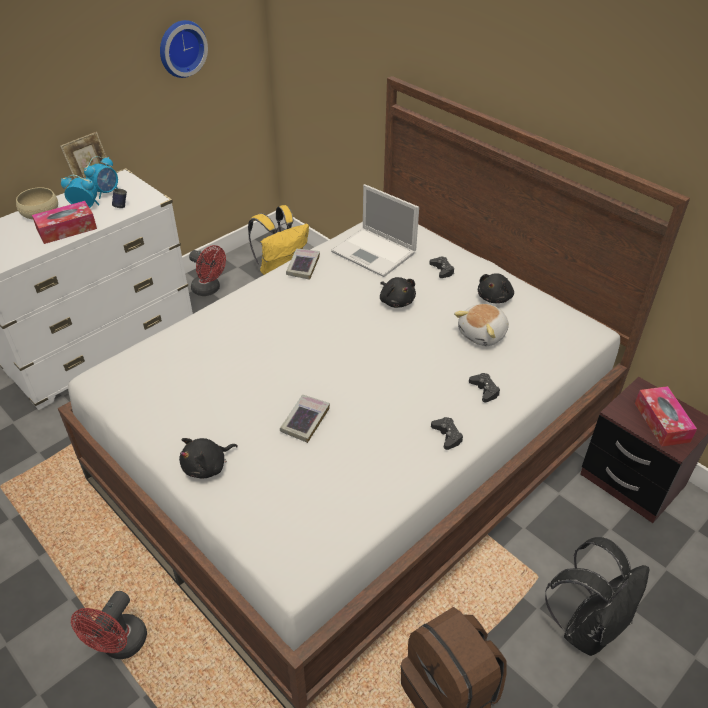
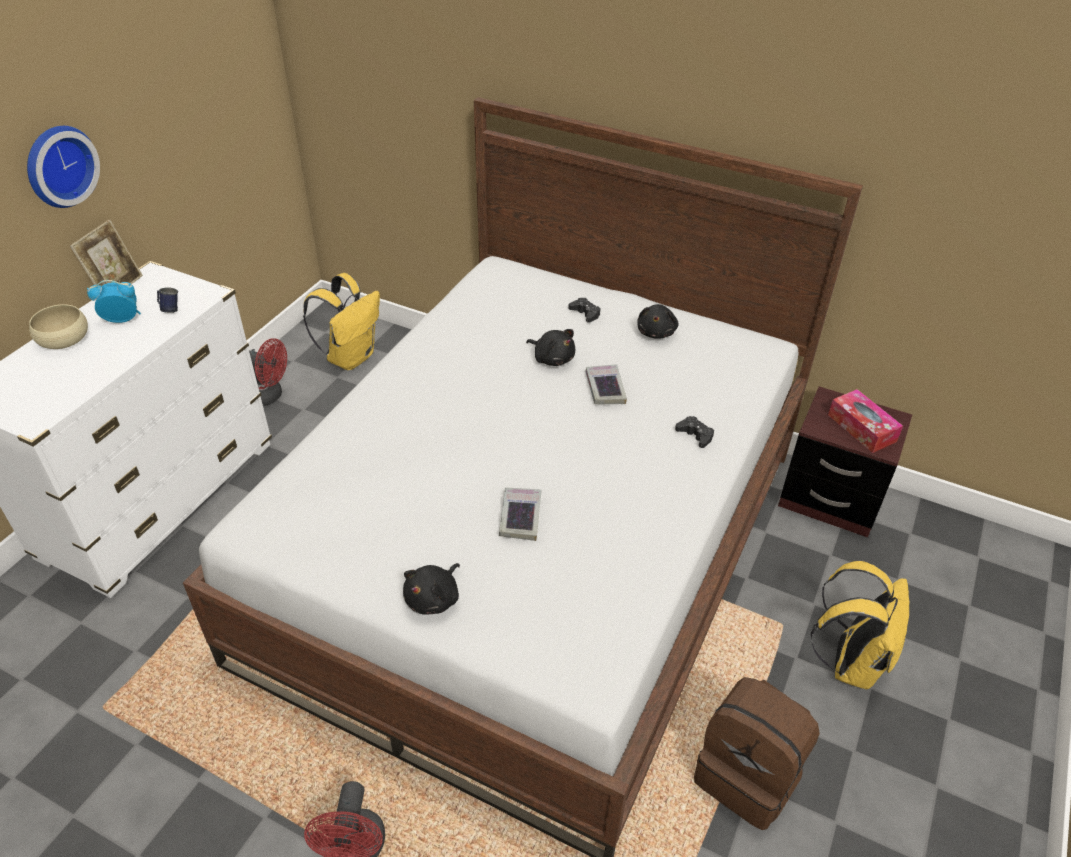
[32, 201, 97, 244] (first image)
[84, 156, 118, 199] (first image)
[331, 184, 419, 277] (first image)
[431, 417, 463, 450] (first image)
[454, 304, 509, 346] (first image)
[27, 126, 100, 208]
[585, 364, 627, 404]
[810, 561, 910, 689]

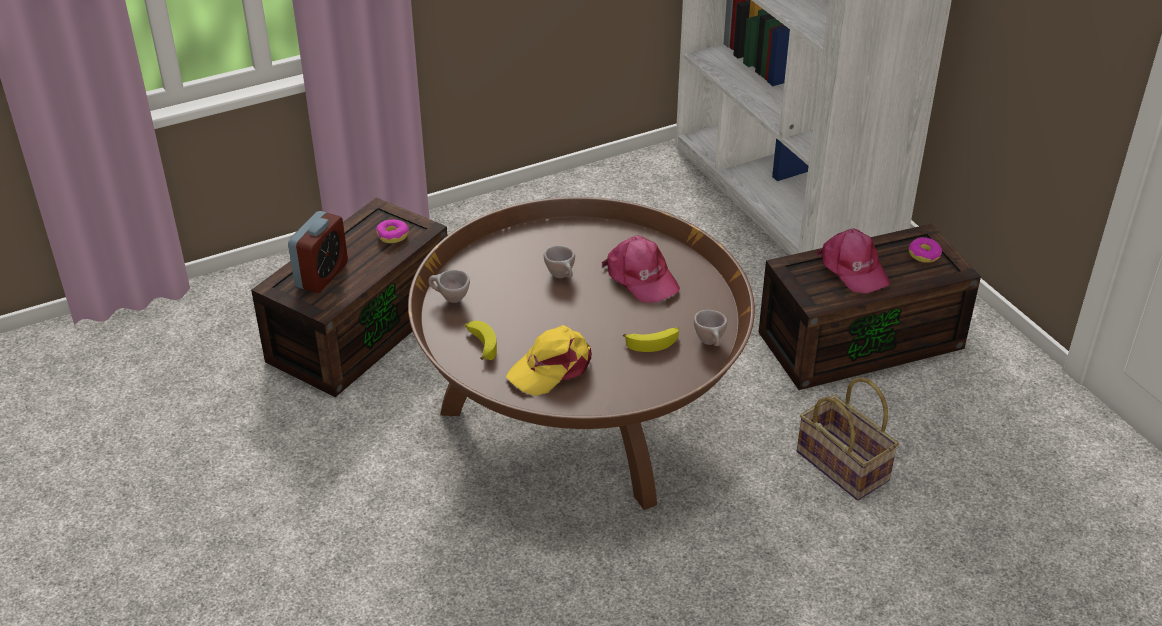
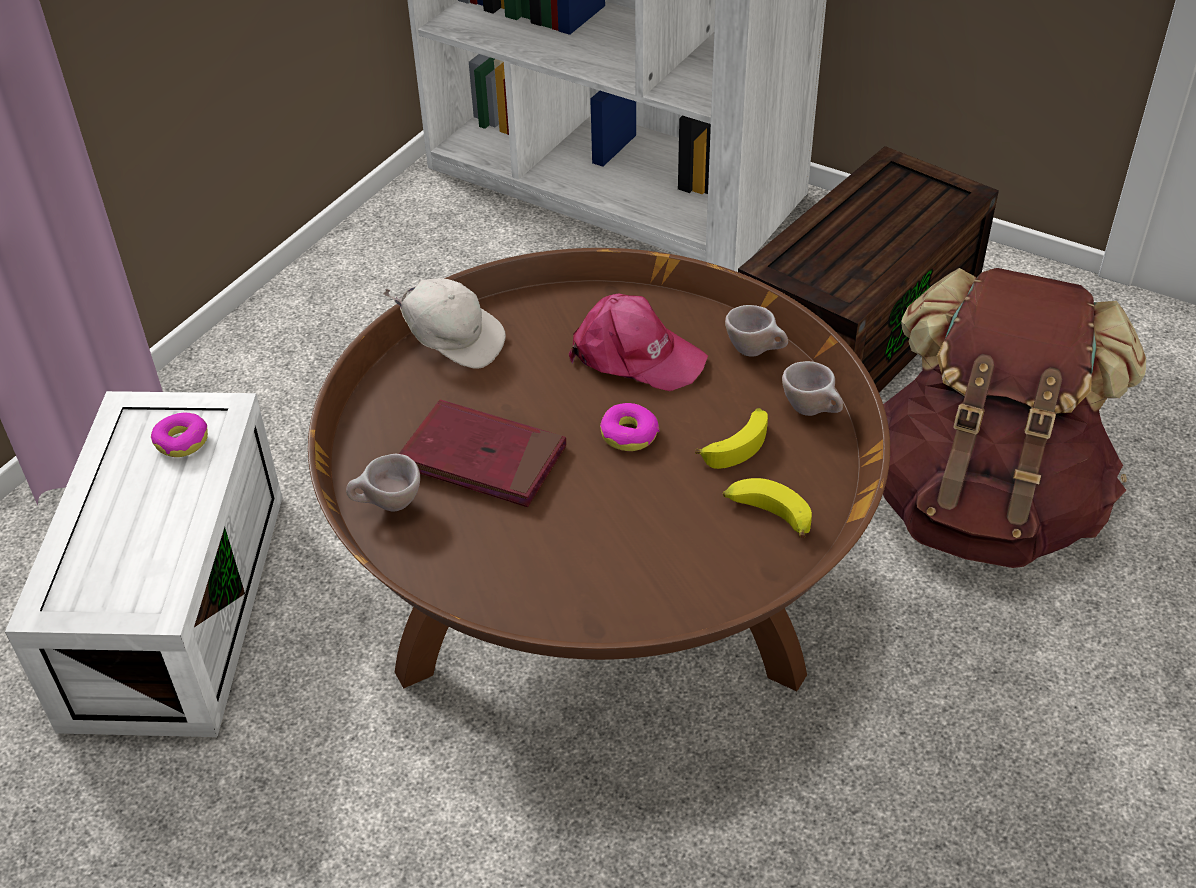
[288, 211, 348, 293] (first image)
[506, 325, 592, 396] (first image)
[817, 228, 890, 293] (first image)
[383, 279, 506, 369]
[399, 400, 566, 507]
[723, 478, 812, 538]
[725, 305, 788, 356]
[600, 403, 659, 451]
[883, 268, 1146, 568]
[5, 391, 283, 737]

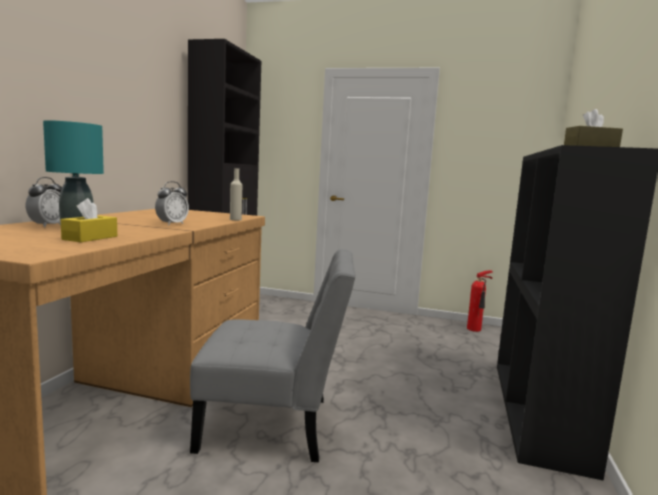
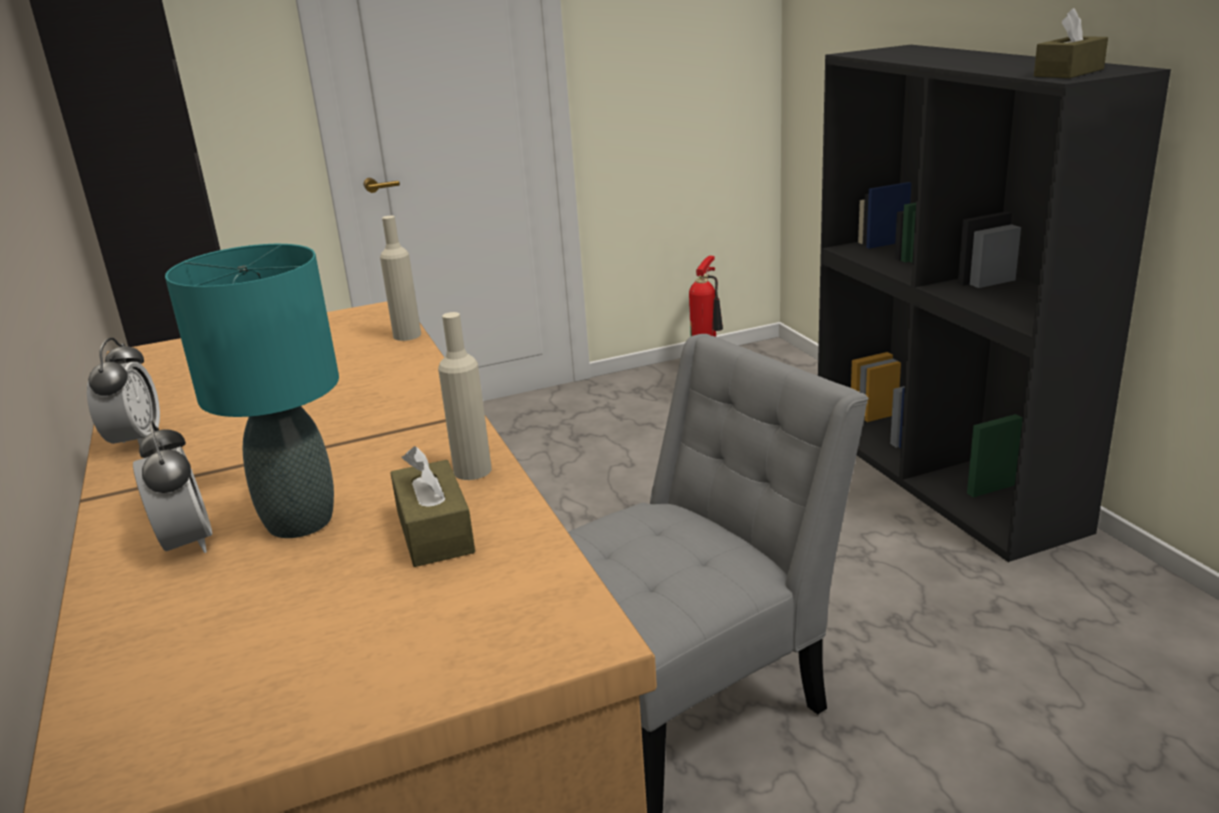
[438, 312, 492, 480]
[87, 338, 160, 446]
[390, 446, 475, 567]

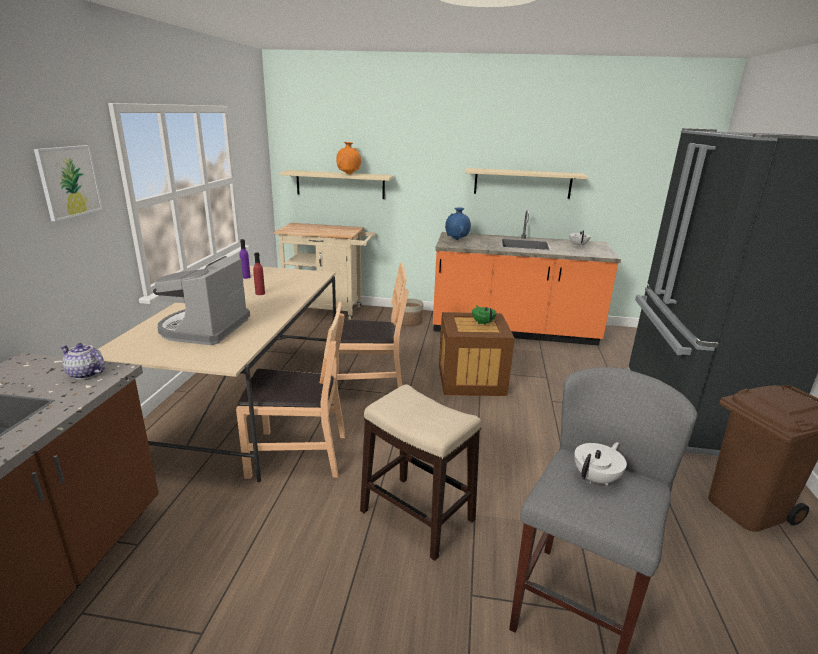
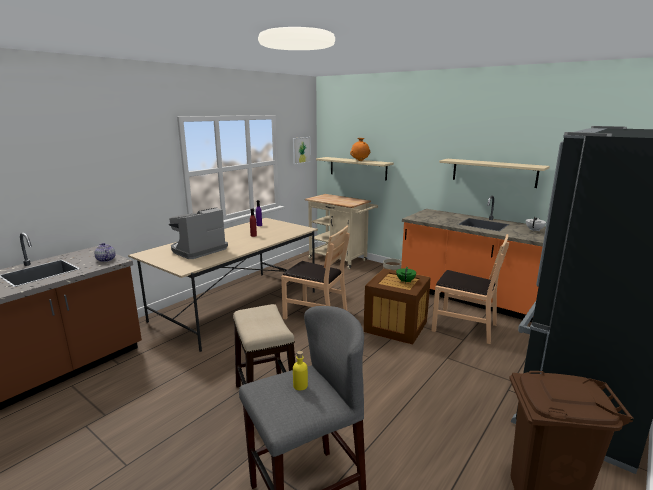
[445, 207, 471, 240] (first image)
[293, 137, 311, 164]
[431, 234, 509, 344]
[293, 351, 308, 390]

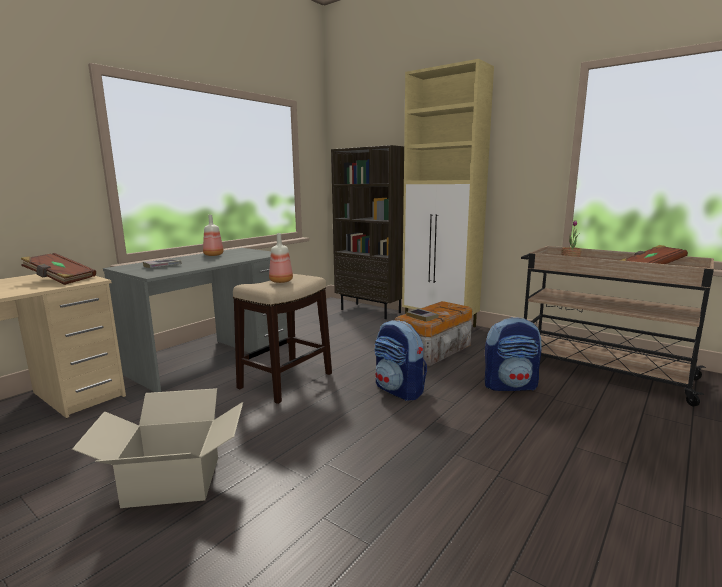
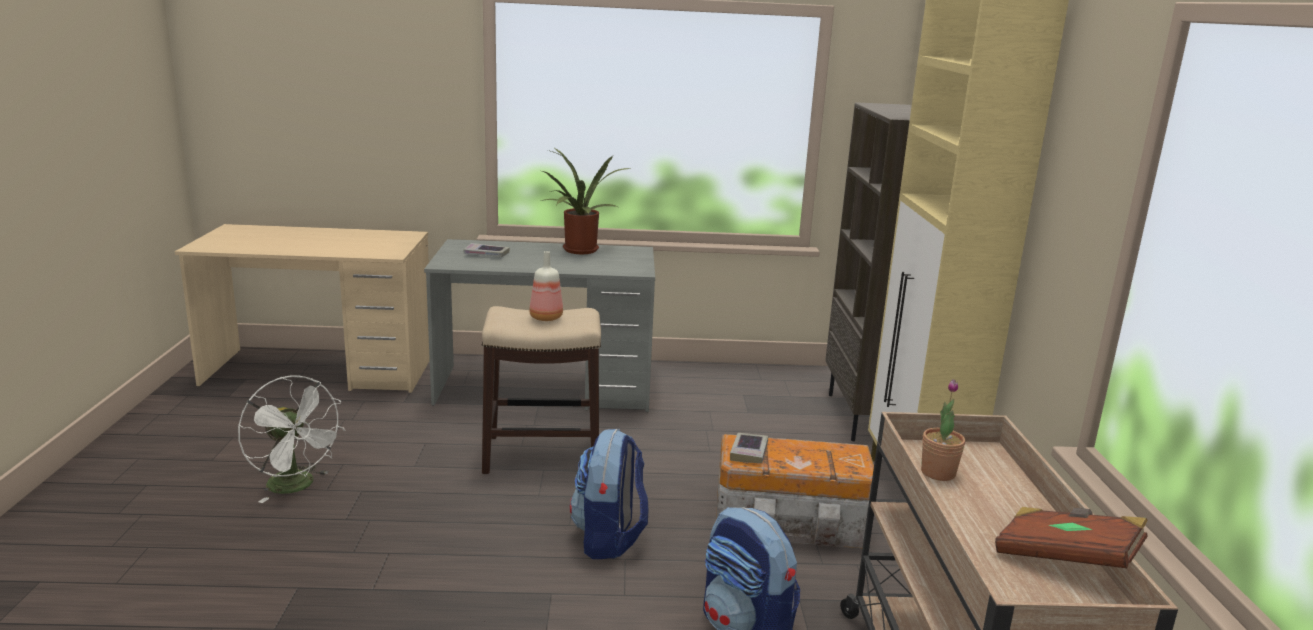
[21, 253, 96, 285] (first image)
[238, 376, 345, 503]
[541, 148, 633, 254]

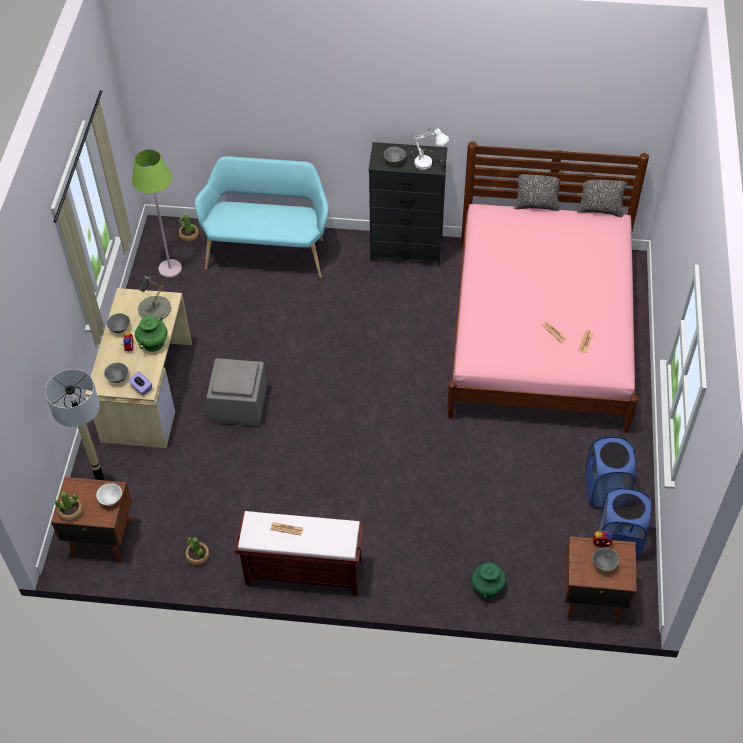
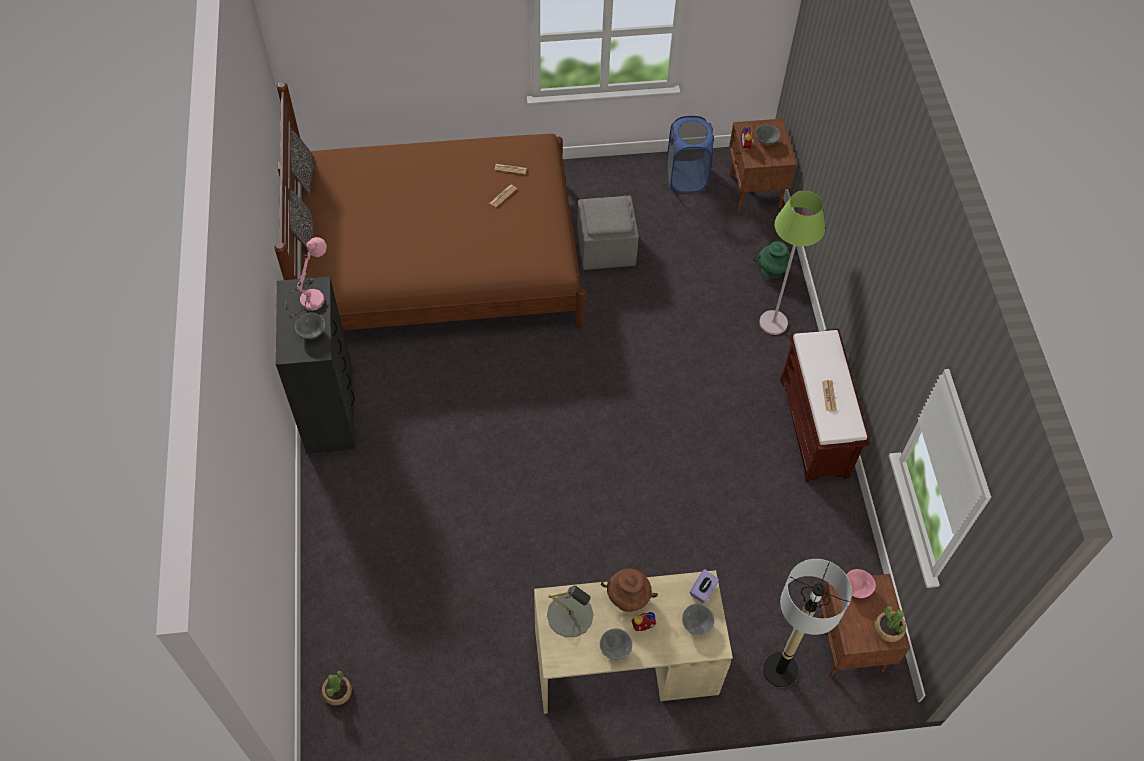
[185, 537, 209, 566] (first image)
[195, 156, 329, 278] (first image)
[585, 437, 636, 508] (first image)
[759, 191, 825, 335]
[577, 196, 639, 270]
[846, 569, 876, 598]
[601, 568, 658, 612]
[285, 237, 327, 316]
[274, 82, 585, 330]

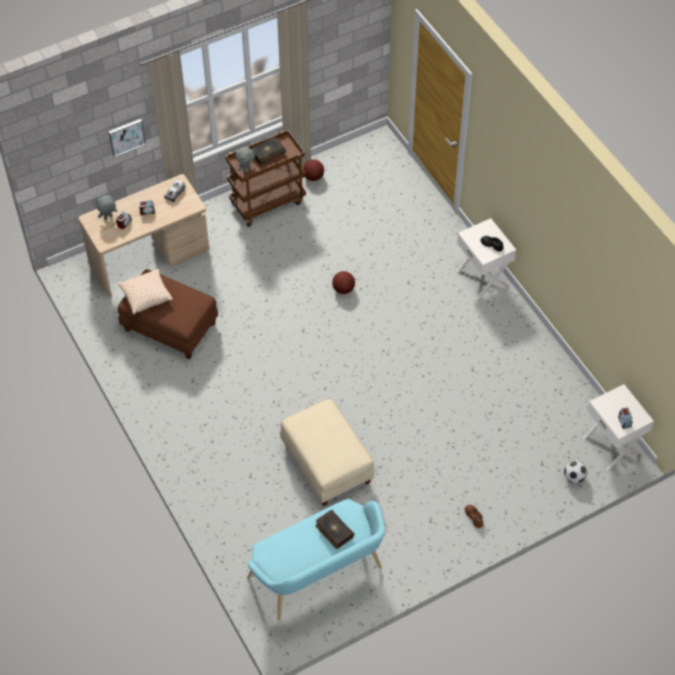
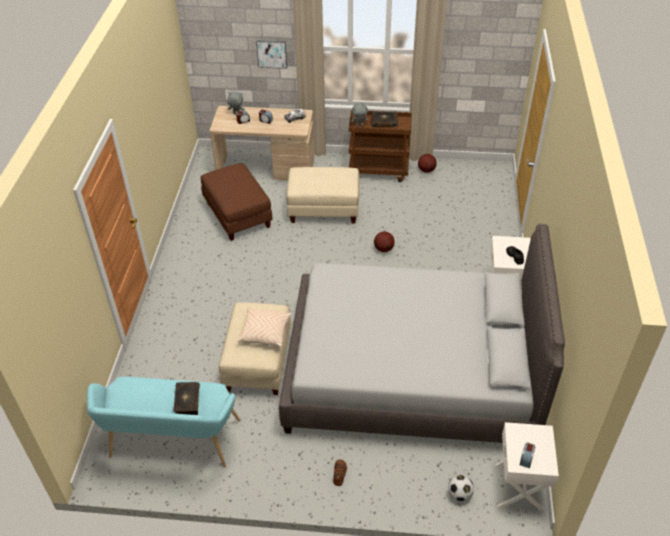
[279, 224, 565, 443]
[286, 167, 360, 223]
[238, 307, 291, 347]

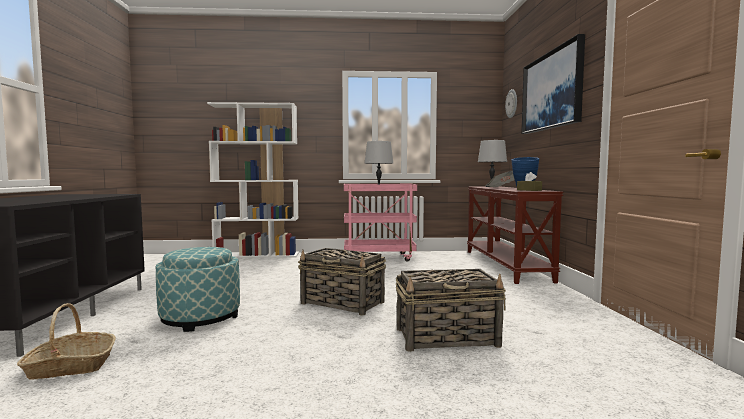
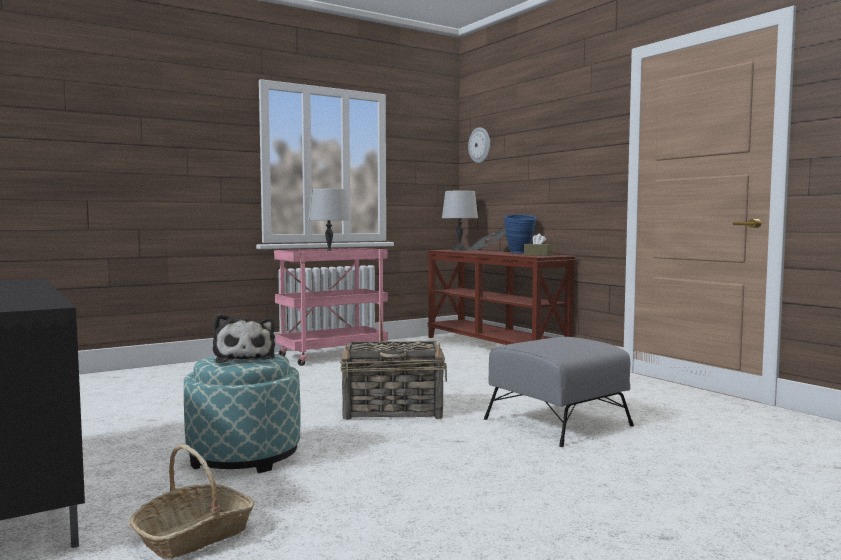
[207, 102, 299, 258] (first image)
[521, 34, 585, 134] (first image)
[213, 314, 275, 363]
[484, 337, 634, 447]

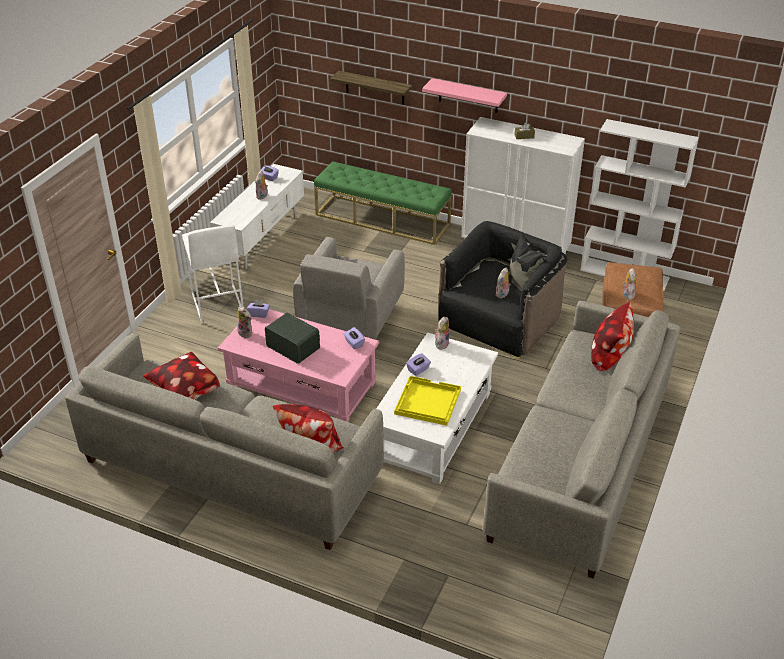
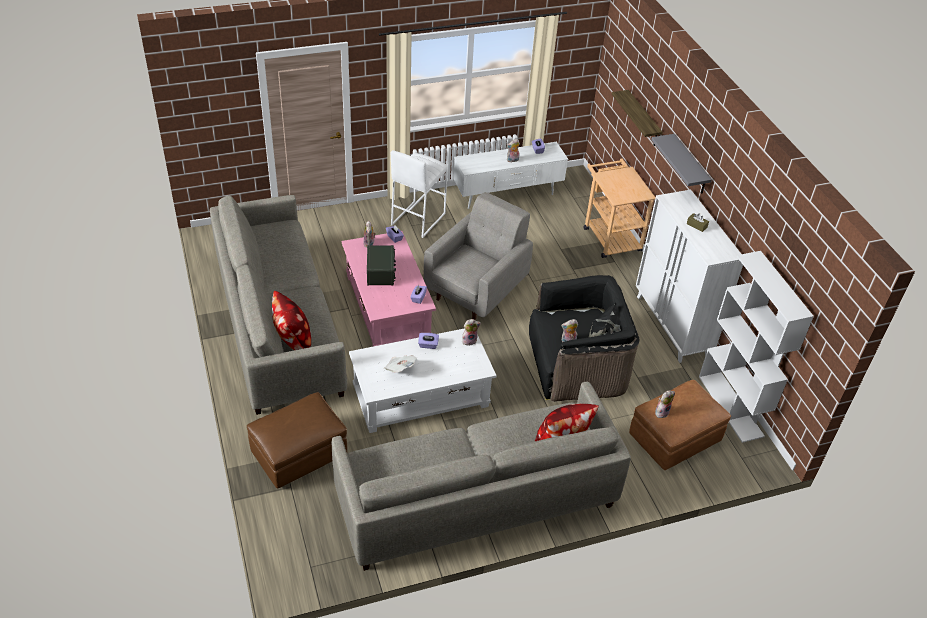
[143, 352, 220, 400] (first image)
[247, 392, 347, 488]
[584, 158, 656, 258]
[384, 355, 417, 372]
[651, 134, 712, 193]
[424, 192, 533, 320]

